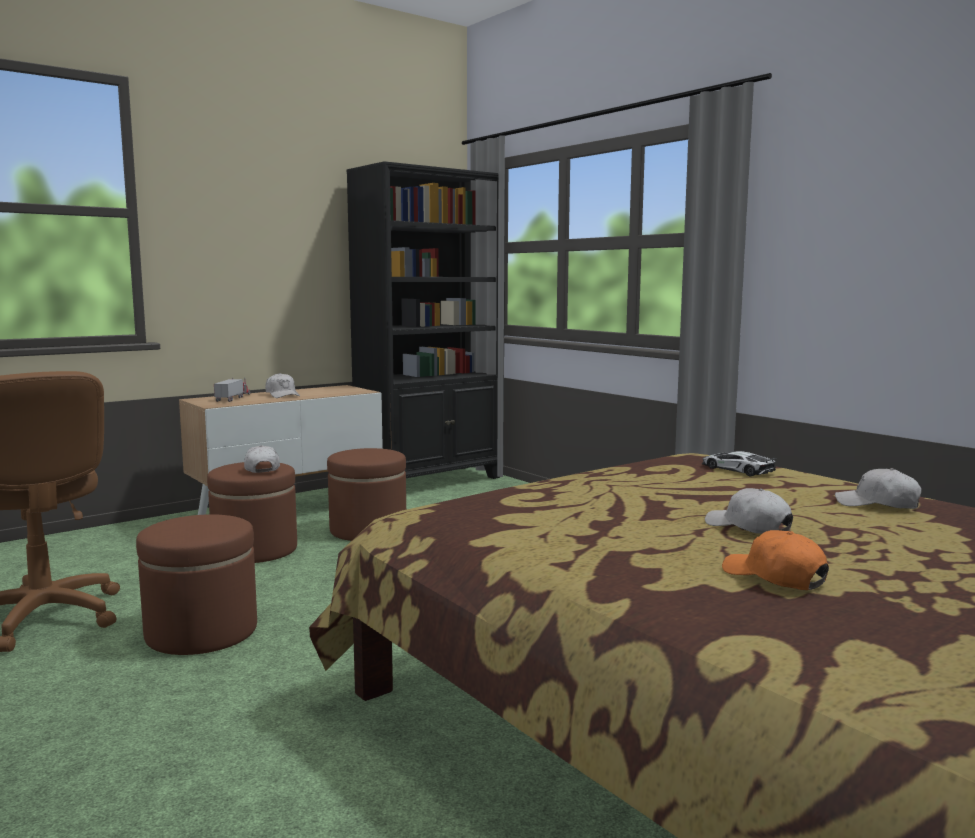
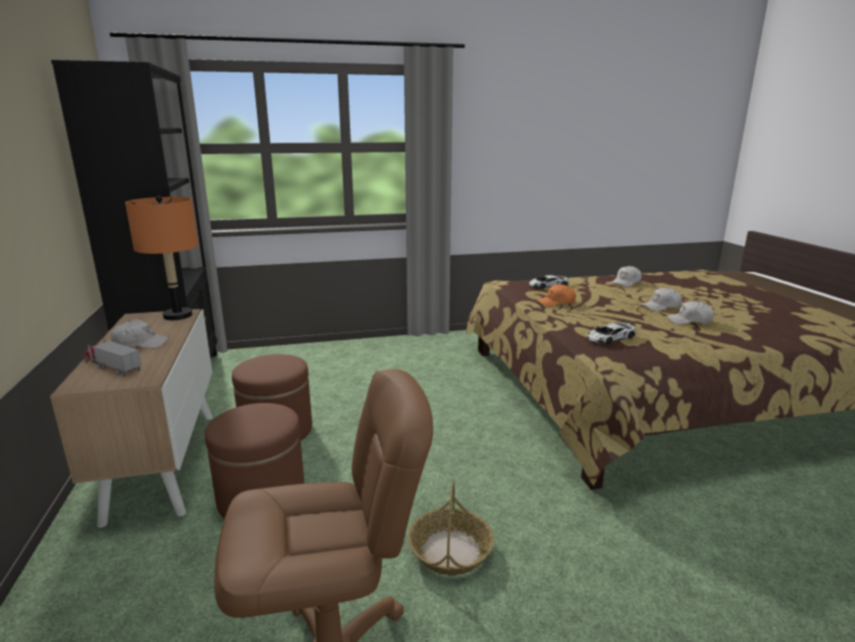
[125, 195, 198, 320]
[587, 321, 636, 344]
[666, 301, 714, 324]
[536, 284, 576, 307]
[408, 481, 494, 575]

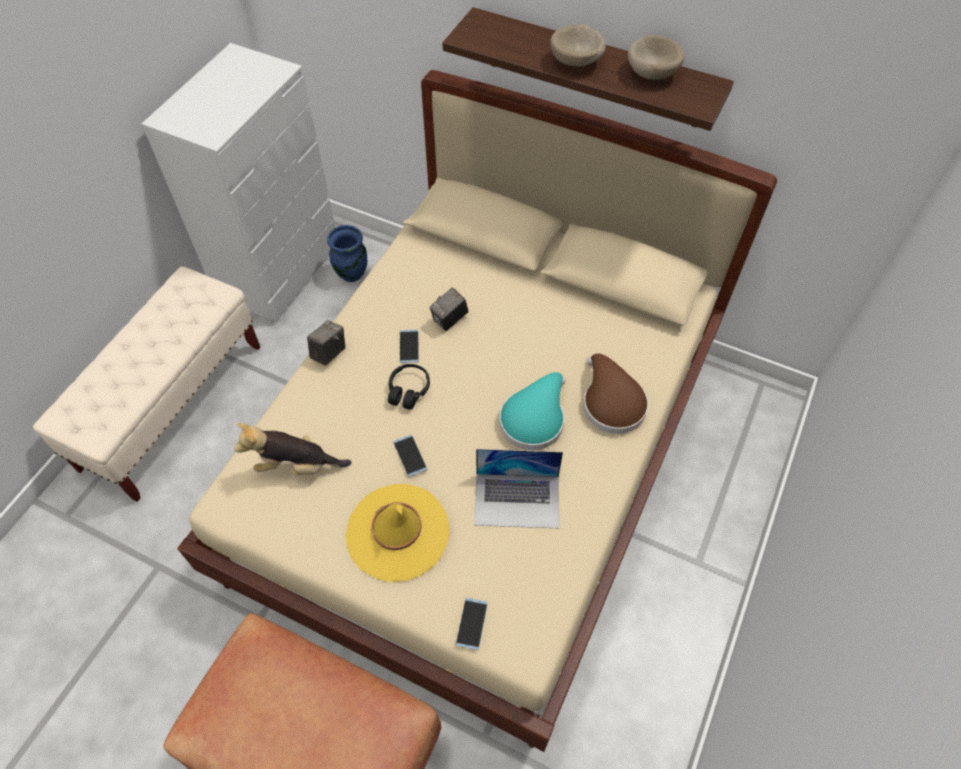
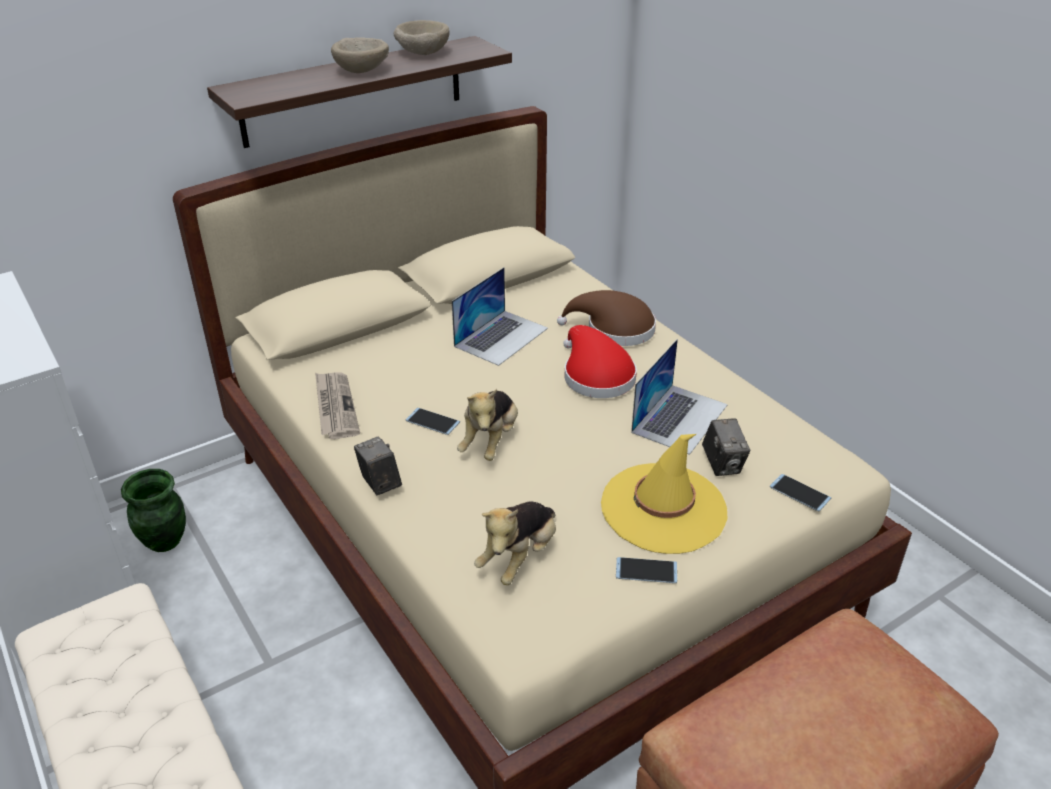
[315, 373, 360, 439]
[452, 267, 548, 366]
[616, 557, 677, 583]
[702, 418, 750, 476]
[457, 389, 518, 461]
[121, 469, 186, 552]
[563, 325, 637, 398]

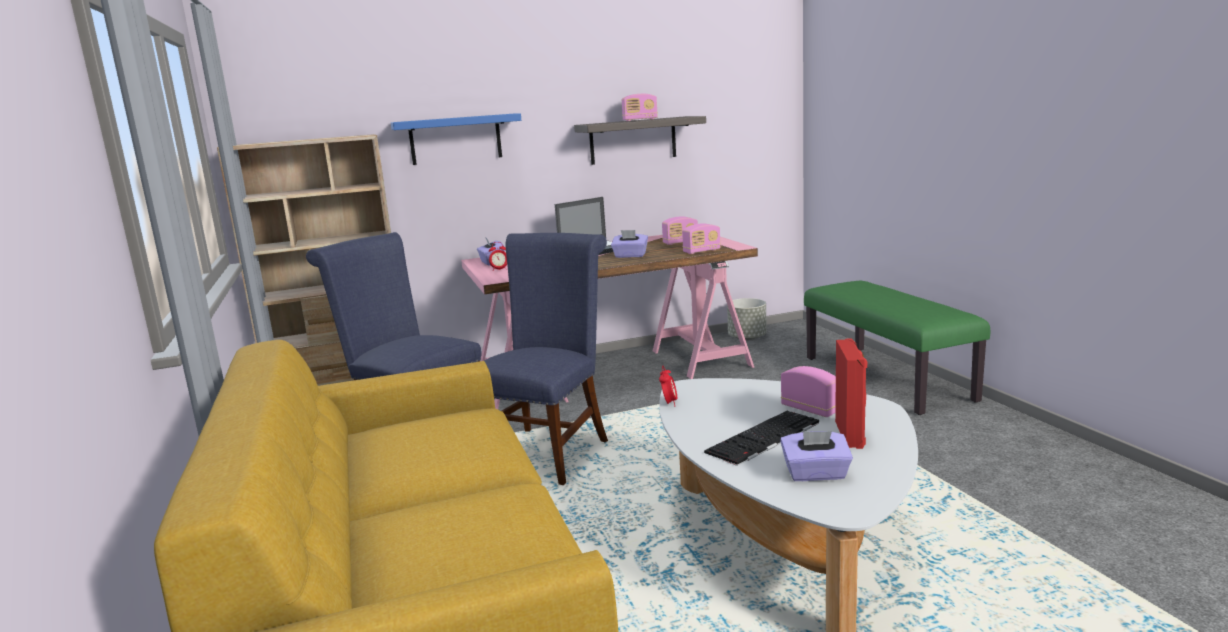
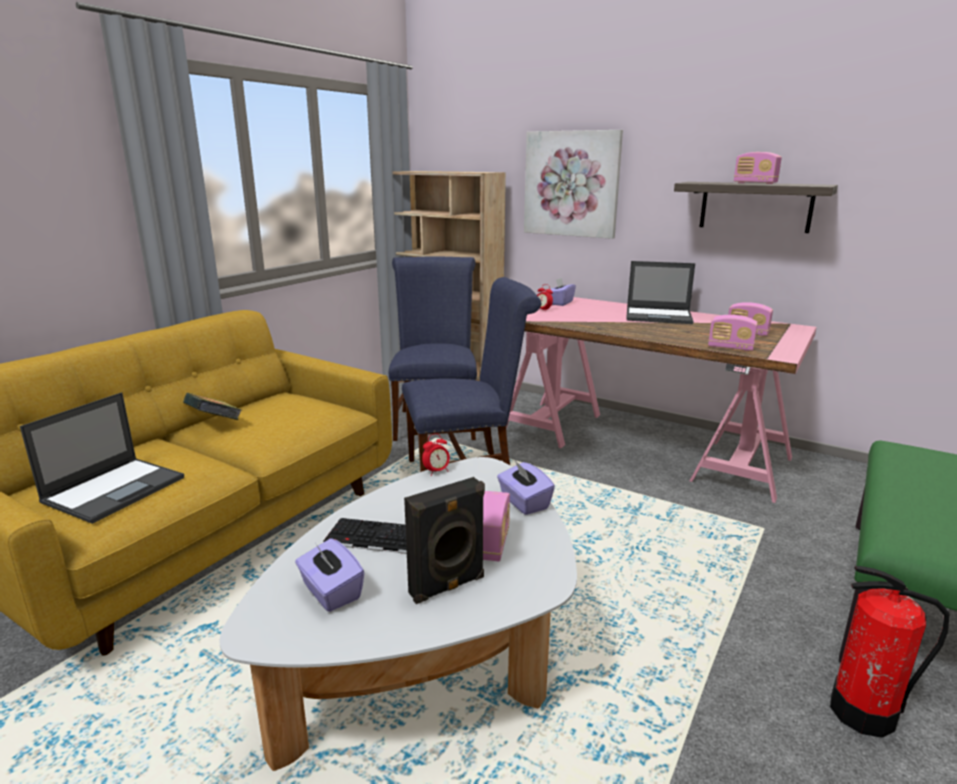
[727, 298, 767, 341] (first image)
[20, 392, 184, 524]
[183, 393, 242, 420]
[830, 566, 949, 738]
[497, 461, 555, 515]
[524, 130, 623, 239]
[404, 477, 485, 604]

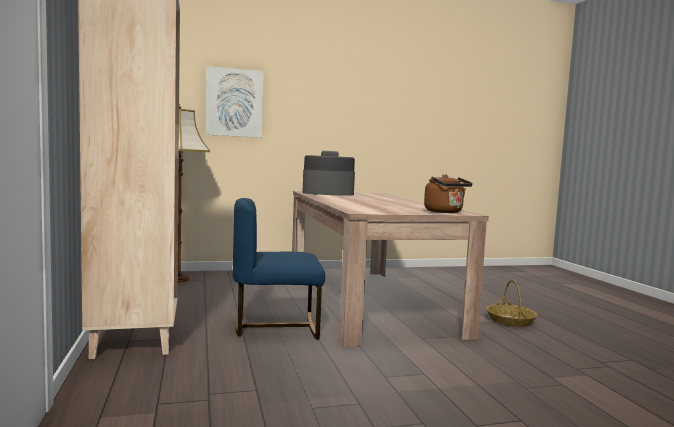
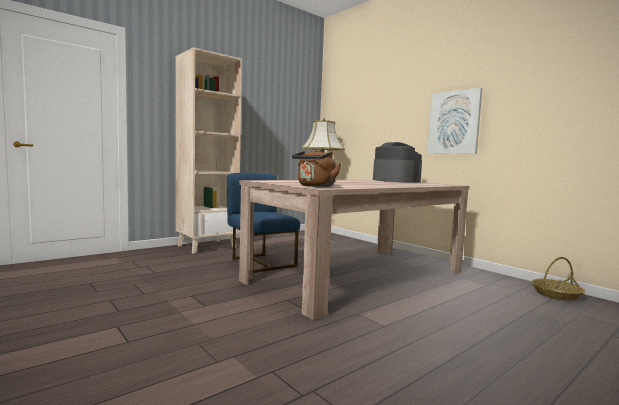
[427, 88, 482, 154]
[532, 257, 585, 301]

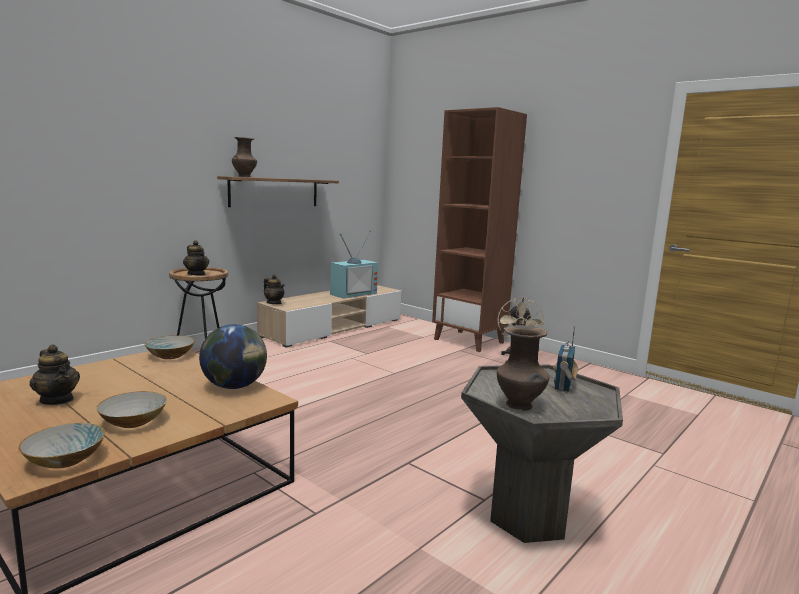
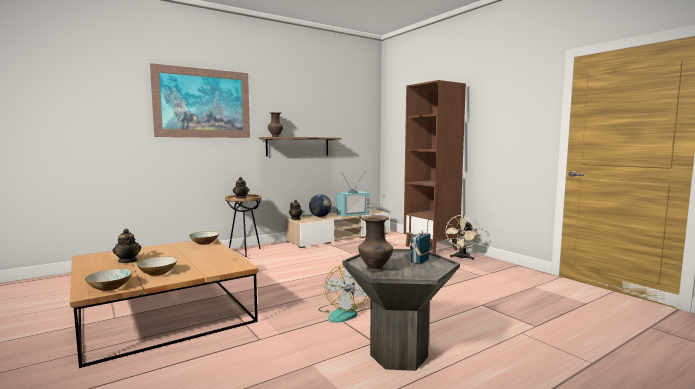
[150, 63, 250, 138]
[318, 265, 369, 323]
[309, 194, 332, 217]

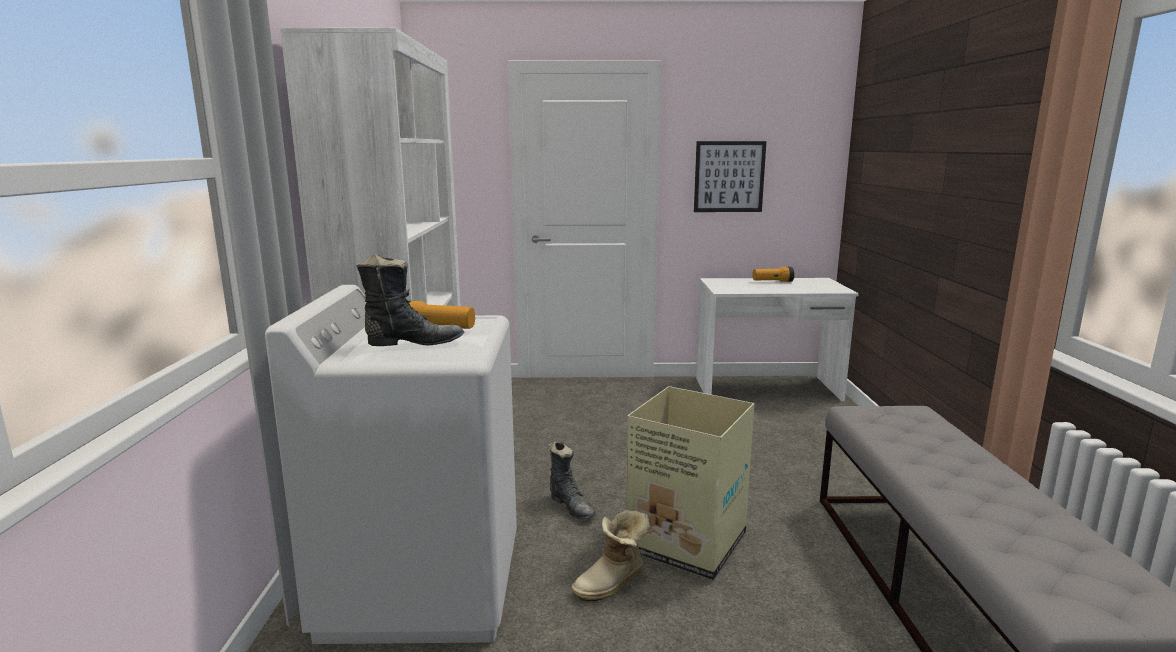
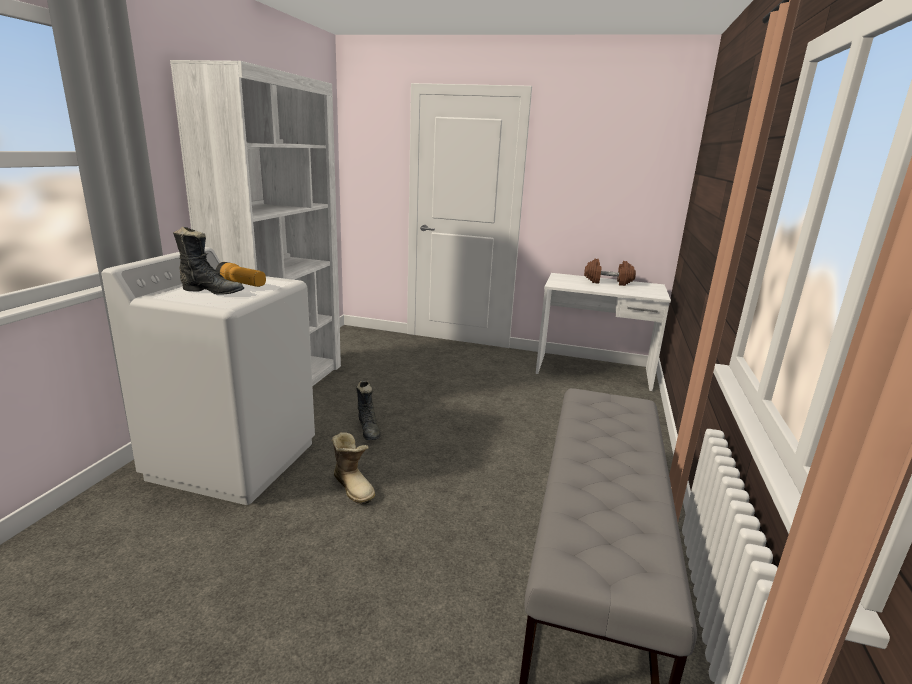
[626, 386, 755, 580] (first image)
[694, 141, 766, 212] (first image)
[584, 259, 636, 286]
[331, 432, 375, 505]

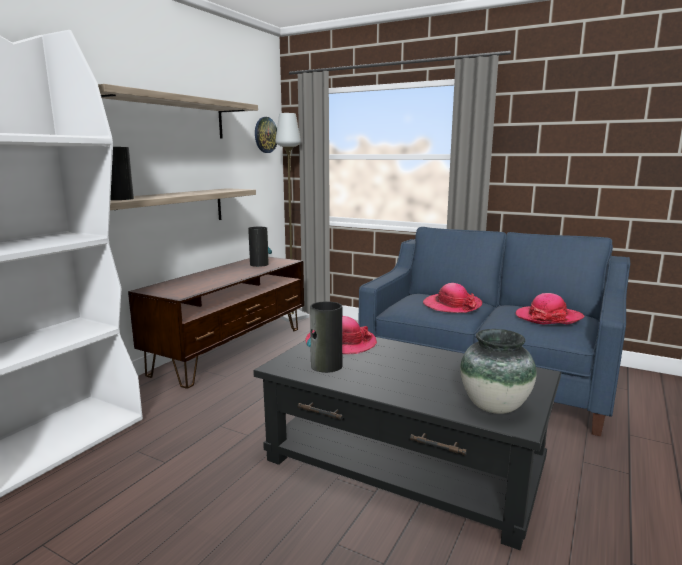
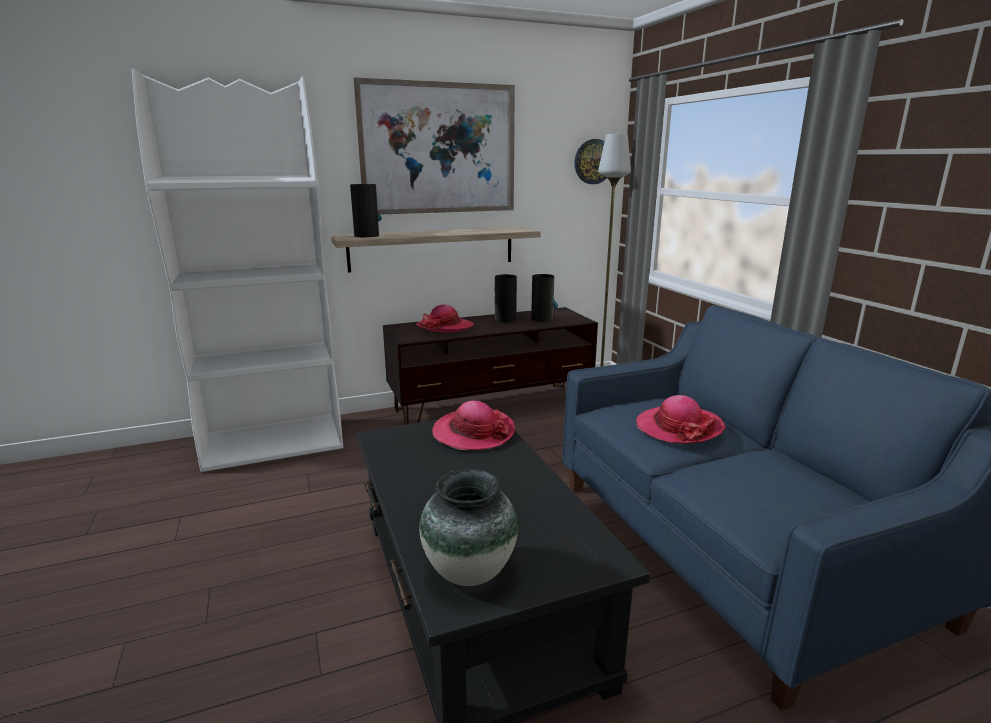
[495, 274, 517, 322]
[417, 304, 474, 333]
[353, 77, 515, 214]

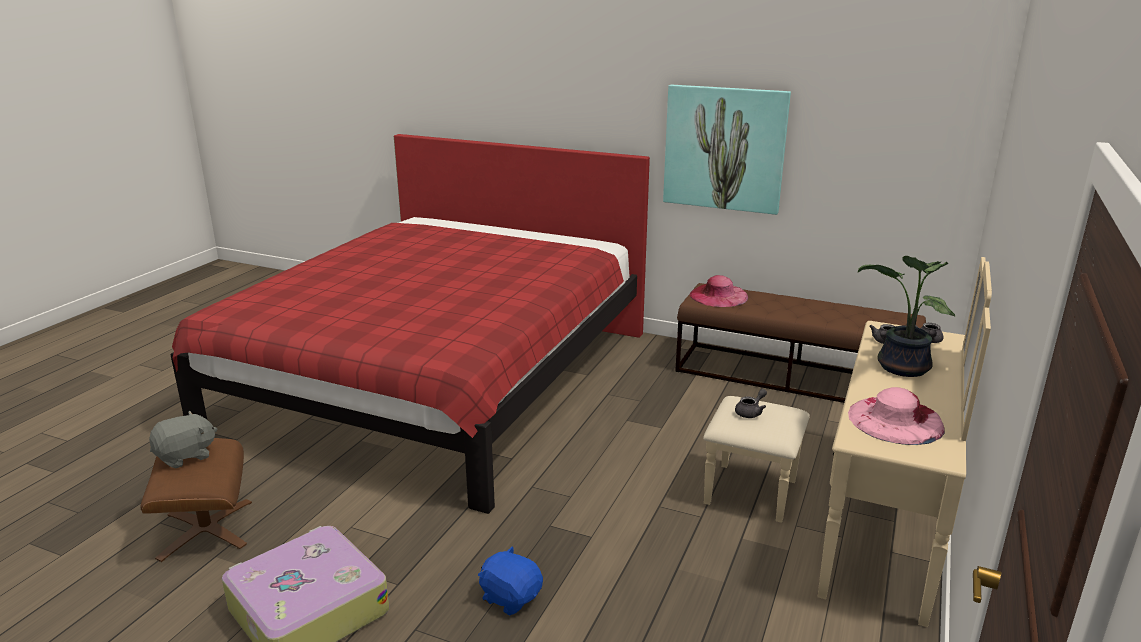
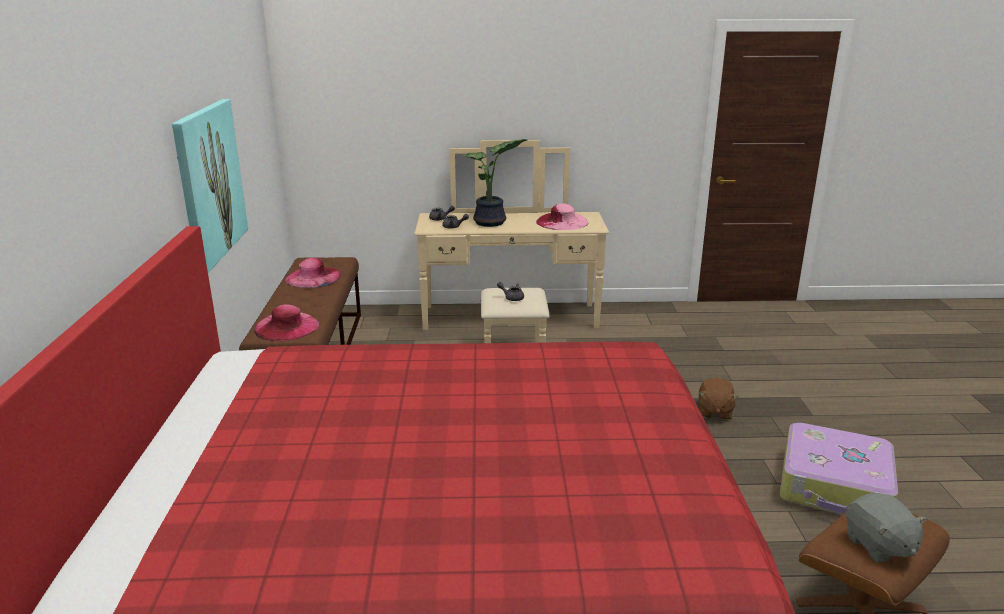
[285, 258, 341, 288]
[699, 378, 739, 420]
[846, 493, 927, 563]

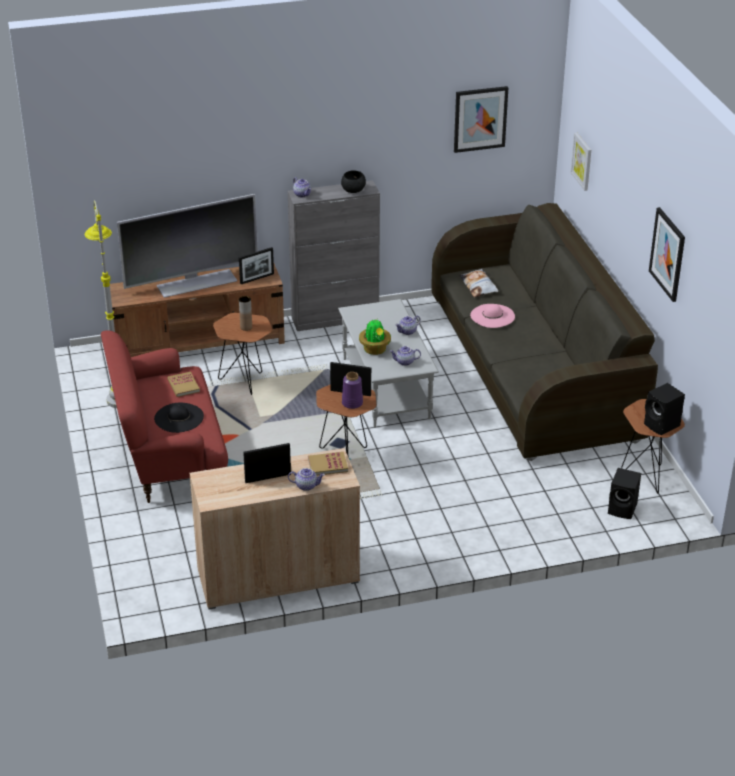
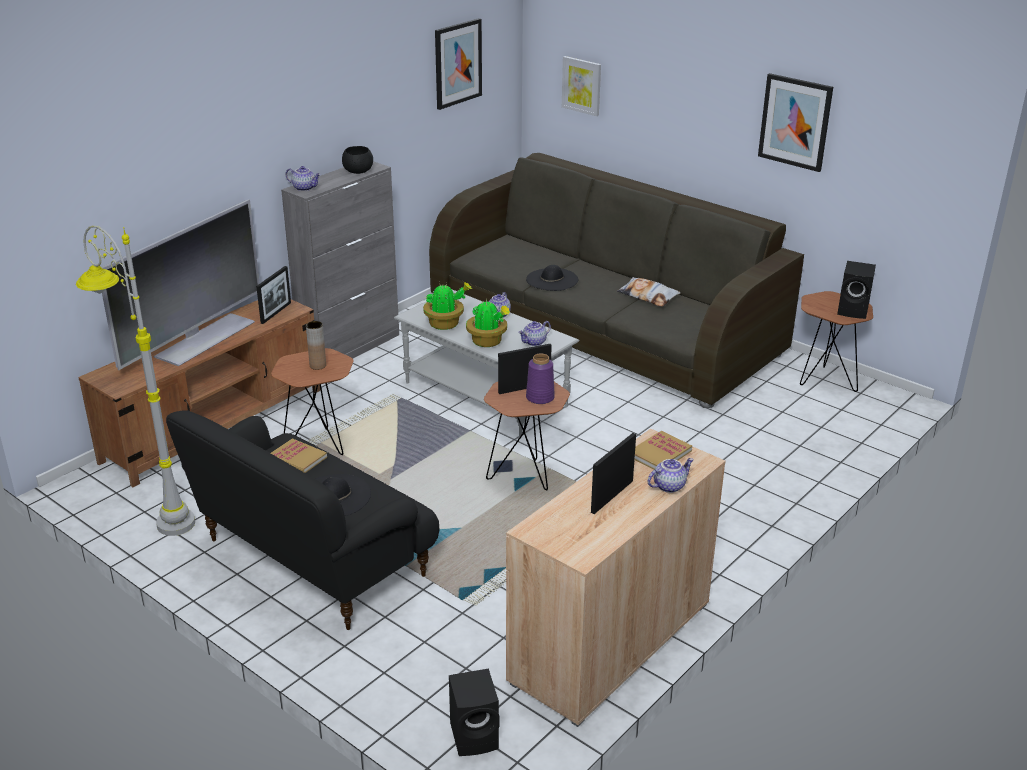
[423, 282, 472, 330]
[617, 277, 681, 307]
[449, 668, 500, 756]
[166, 411, 440, 630]
[526, 265, 579, 291]

